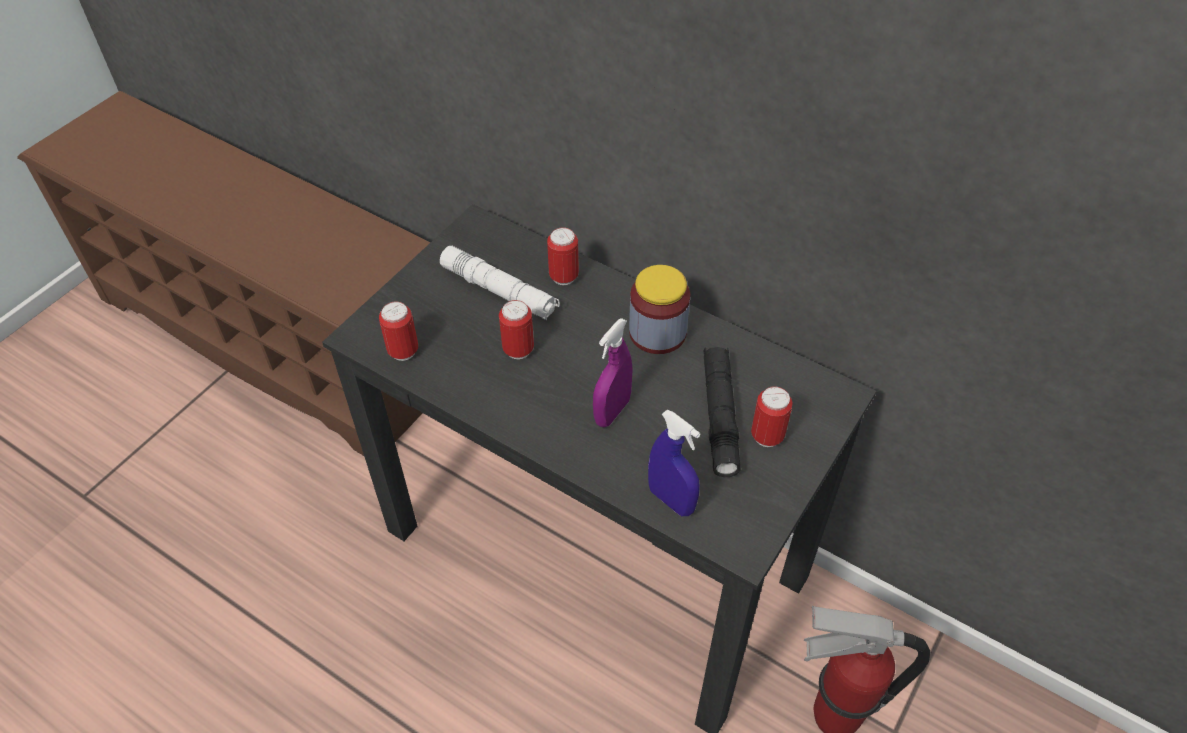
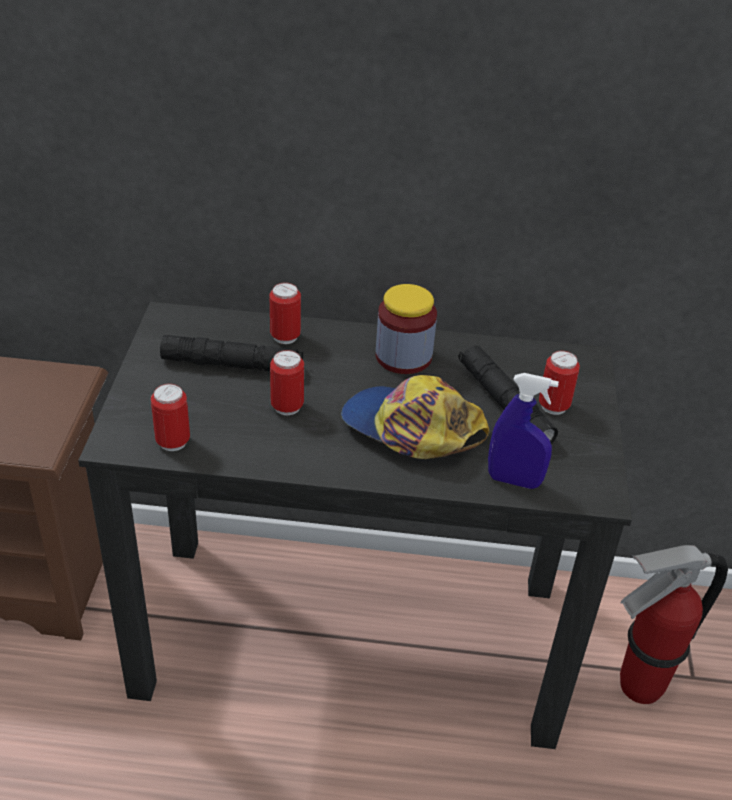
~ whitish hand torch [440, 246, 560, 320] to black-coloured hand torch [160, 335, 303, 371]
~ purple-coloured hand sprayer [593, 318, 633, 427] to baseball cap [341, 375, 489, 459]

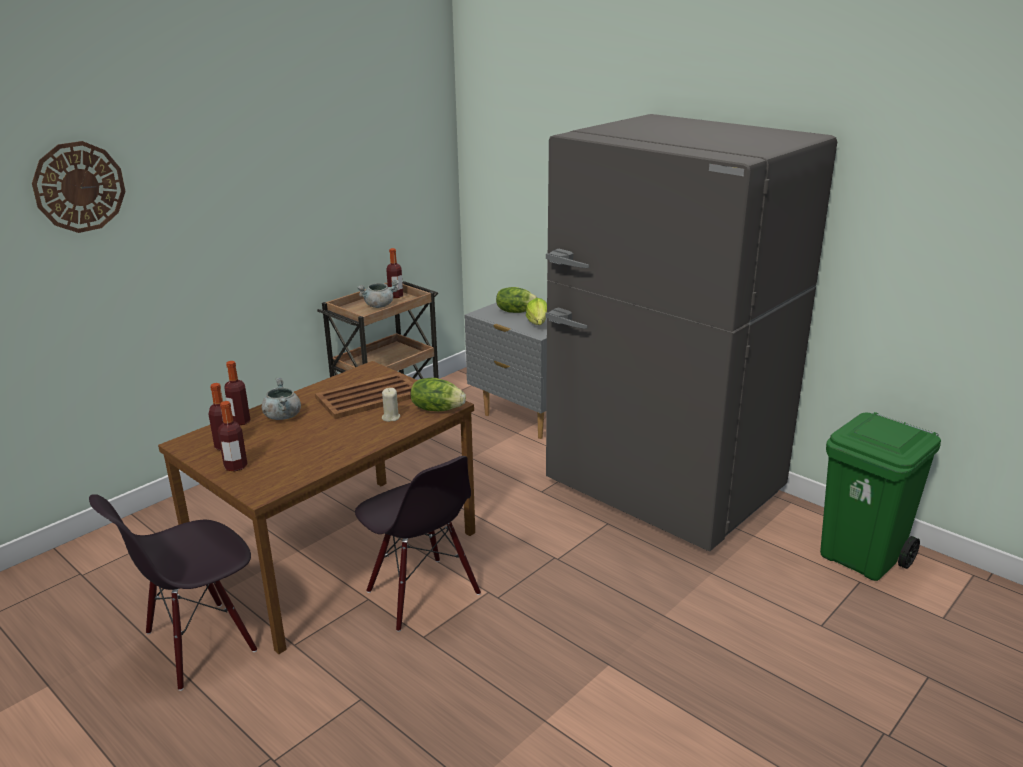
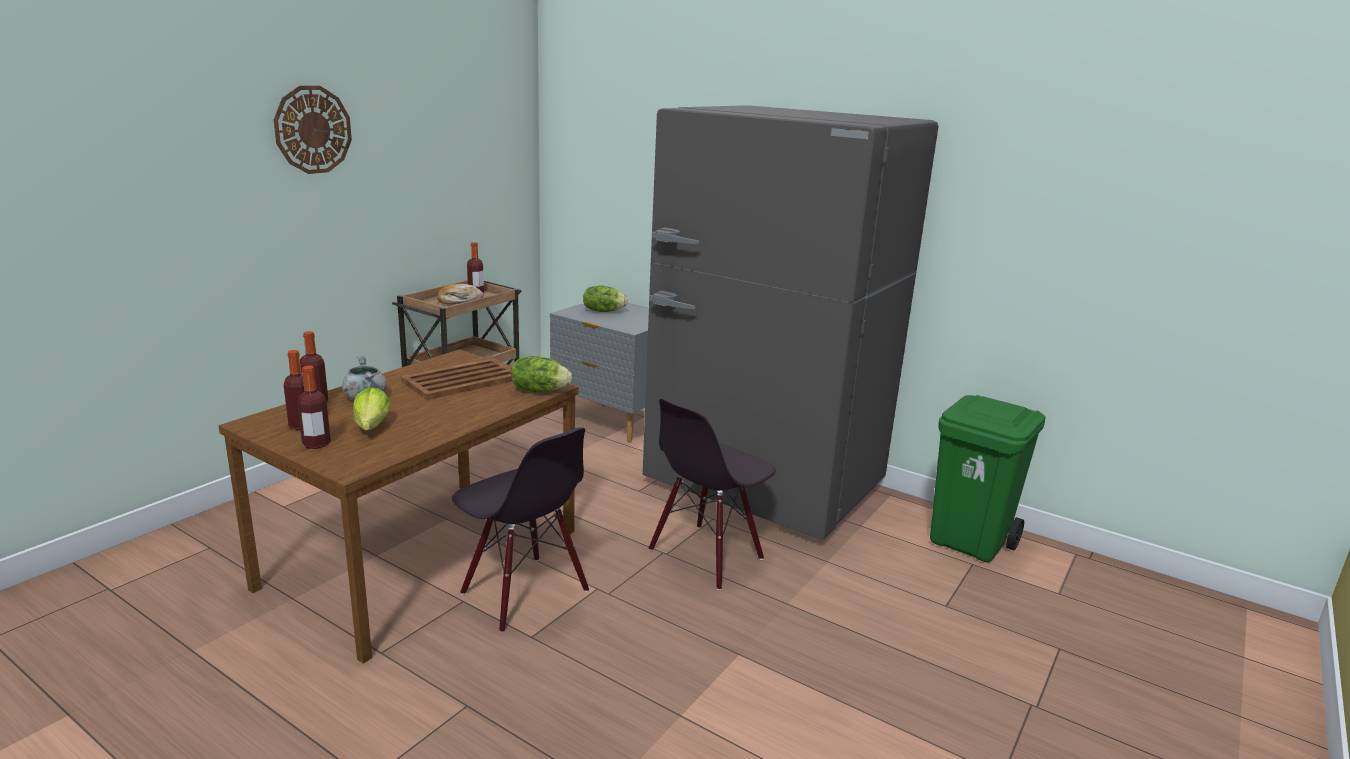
~ hanging clock [32, 141, 126, 233] to [273, 86, 352, 174]
~ black-coloured chair [89, 494, 257, 691] to [649, 398, 776, 590]
~ greyish saucepot [357, 280, 399, 308] to baked bread [437, 284, 484, 304]
- beige-coloured wax light [382, 388, 400, 422]
~ lettuce [526, 298, 547, 325] to [353, 387, 391, 431]

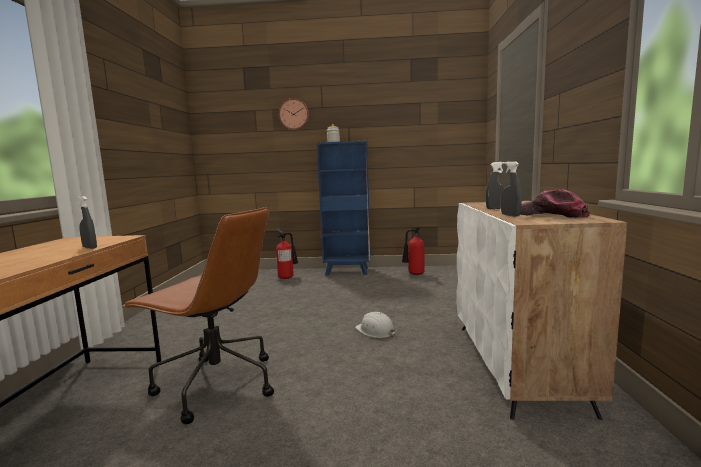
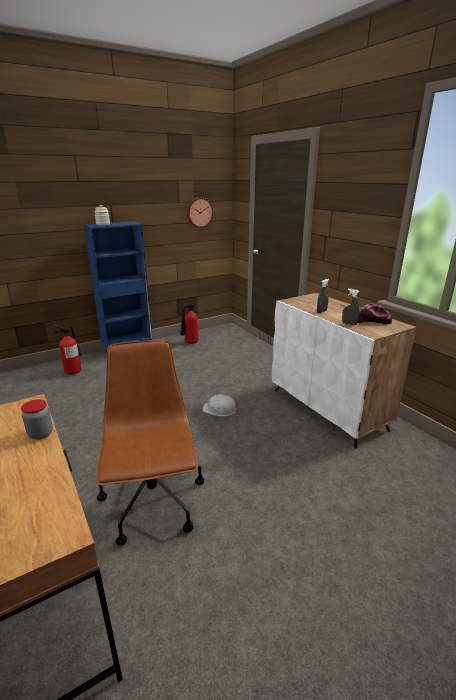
~ greyish hand sprayer [77, 196, 97, 249] to jar [21, 399, 53, 440]
~ brown-coloured office chair [122, 207, 274, 424] = [96, 340, 204, 546] 90 degrees counterclockwise
~ hanging clock [279, 98, 309, 130] to [187, 198, 213, 228]

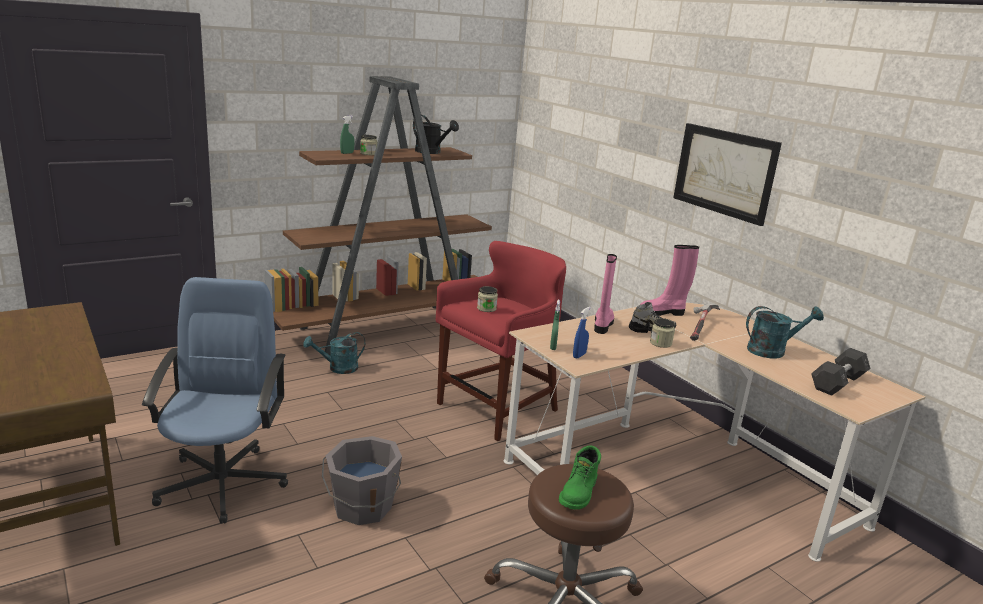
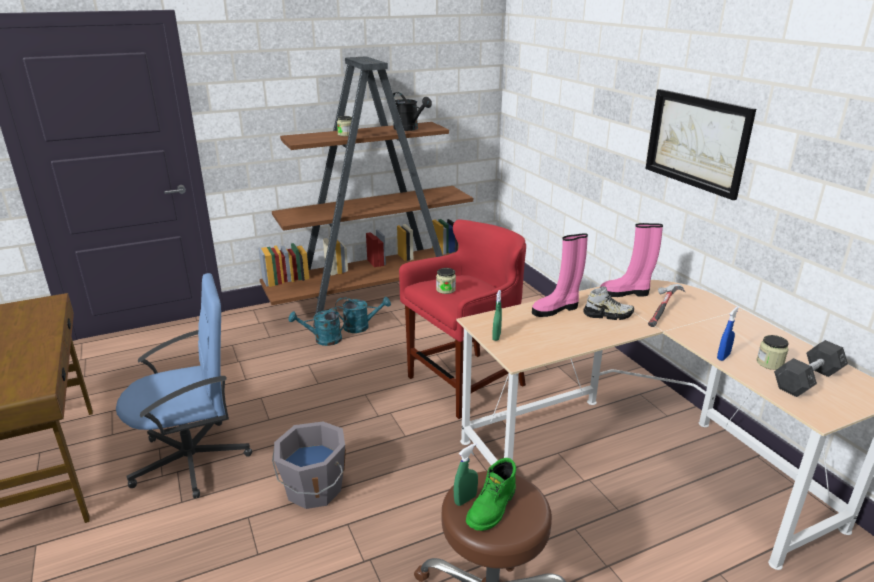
~ bluish office chair [142, 277, 288, 524] = [116, 273, 252, 498] 60 degrees clockwise
~ green hand sprayer [340, 116, 354, 154] to [454, 443, 478, 506]
~ bluish hand sprayer [573, 306, 591, 358] to [717, 307, 739, 361]
~ pink boot [594, 254, 617, 334] = [532, 233, 588, 317] 135 degrees counterclockwise
~ jar [650, 318, 675, 348] to [756, 335, 789, 370]
~ blue-green watering pot [746, 306, 824, 358] to [335, 297, 391, 333]

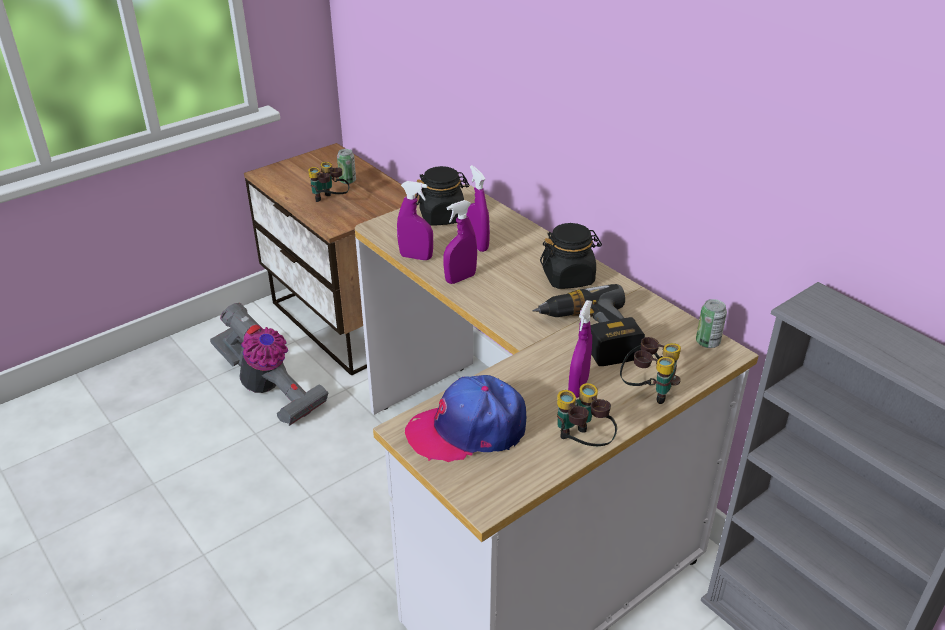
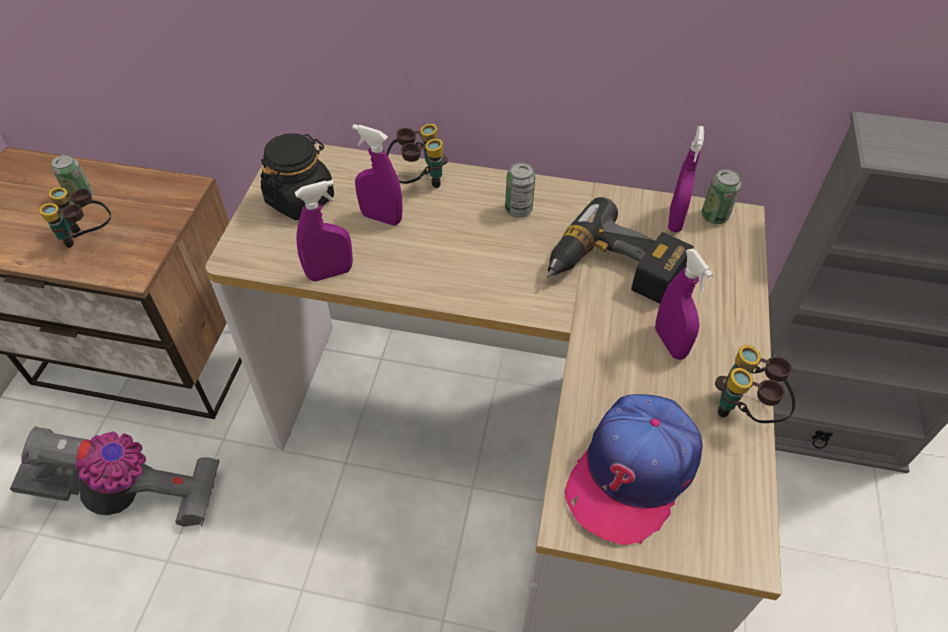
~ purple-coloured hand sprayer [443, 200, 477, 284] to [668, 126, 704, 232]
~ black-coloured jar [540, 223, 602, 289] to metal can [505, 162, 535, 218]
~ binoculars [620, 337, 681, 404] to [387, 124, 448, 188]

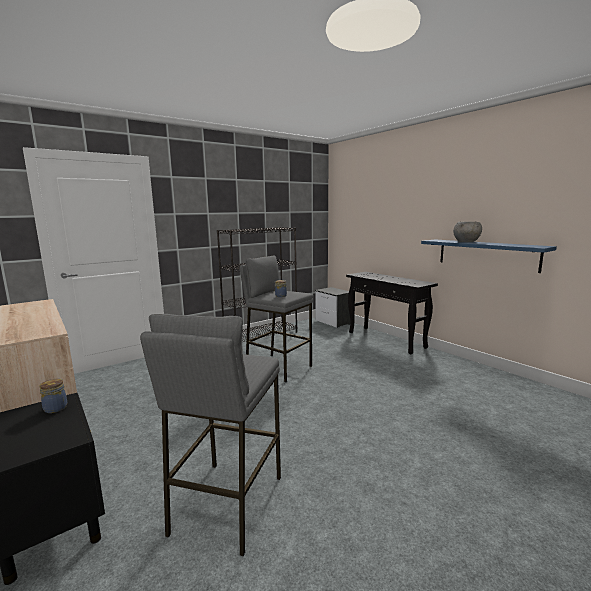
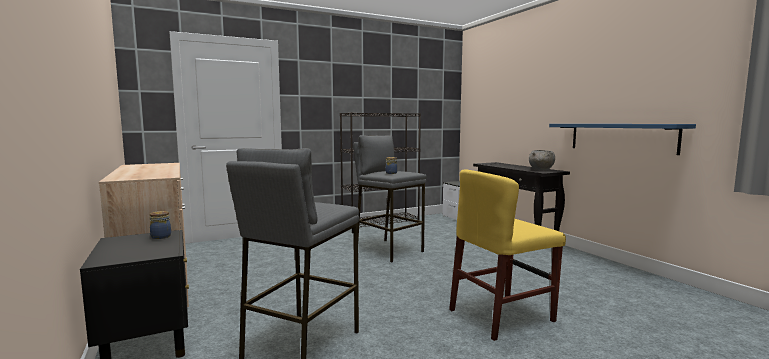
~ greyish serving bowl [453, 222, 482, 242] to [529, 150, 555, 170]
+ yellowish chair [449, 169, 566, 341]

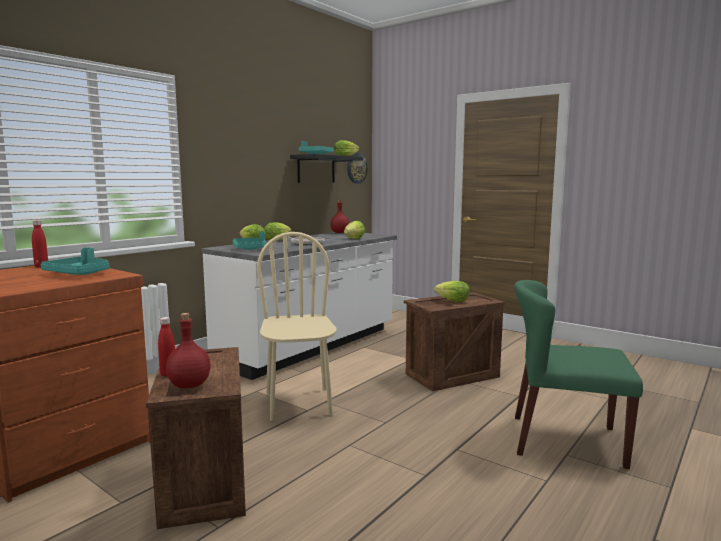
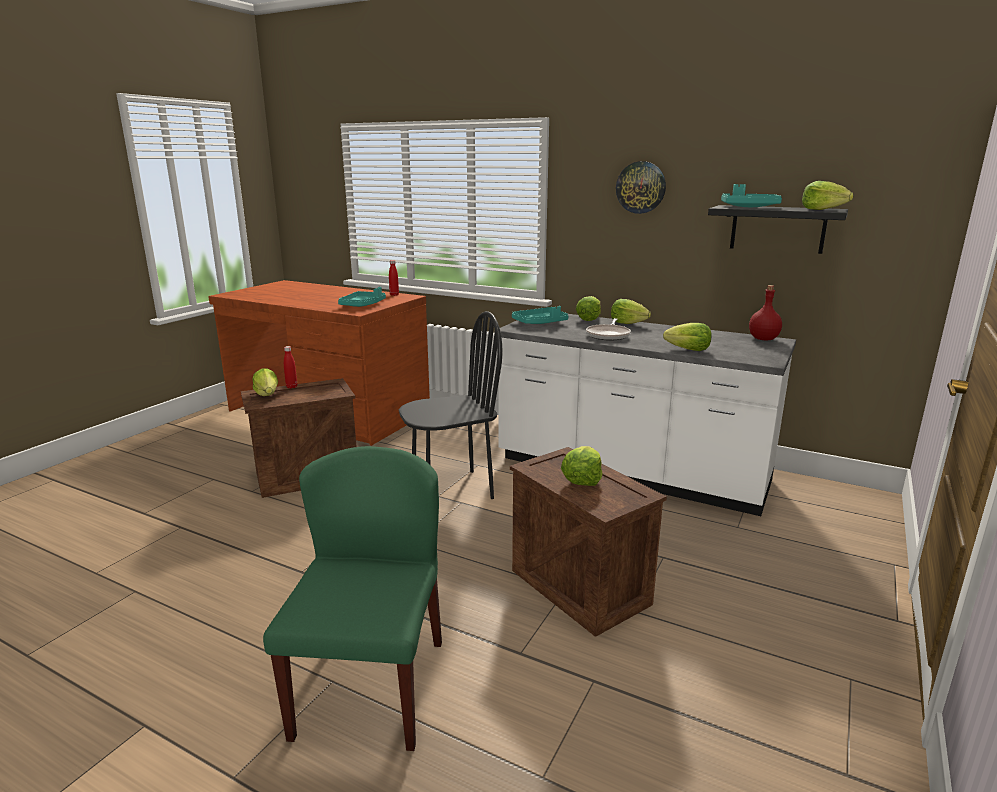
~ red beverage bottle [166, 313, 211, 388] to lettuce [252, 368, 278, 396]
~ beige-coloured chair [257, 232, 336, 421] to black-coloured chair [399, 311, 502, 499]
~ hanging clock [347, 153, 368, 184] to [616, 161, 666, 214]

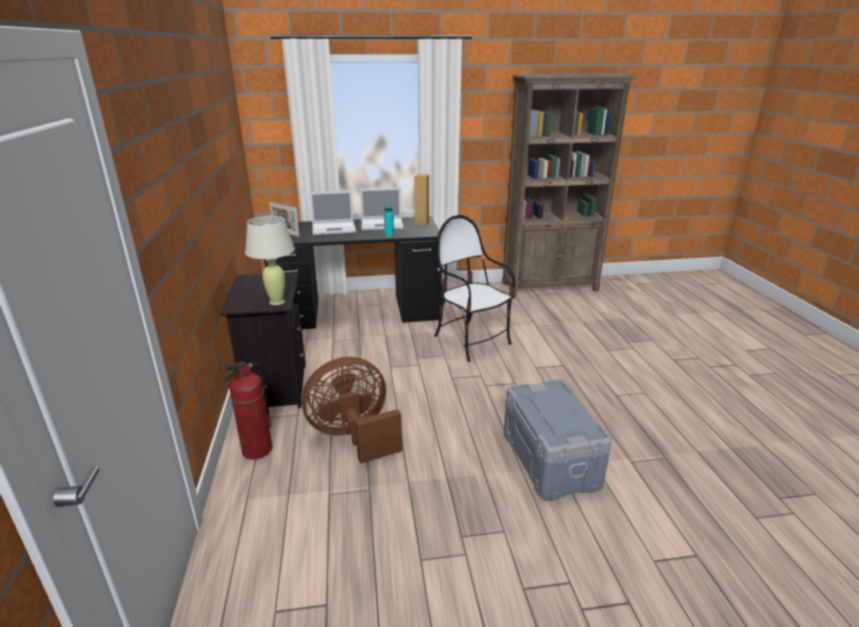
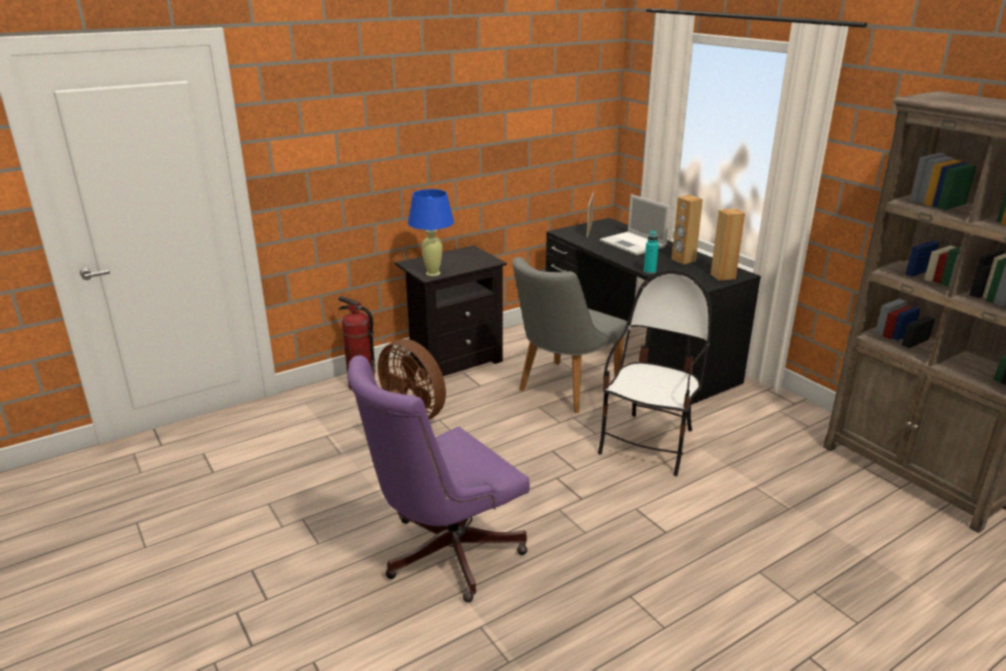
~ beige-coloured tabletop lamp [245, 216, 295, 305] to bluish tabletop lamp [408, 189, 454, 276]
~ notebook computer [360, 188, 404, 230] to brown-coloured speaker [672, 195, 703, 264]
~ greyish storage box [504, 379, 612, 500] to purple-coloured office chair [347, 355, 530, 602]
+ greyish chair [512, 257, 628, 413]

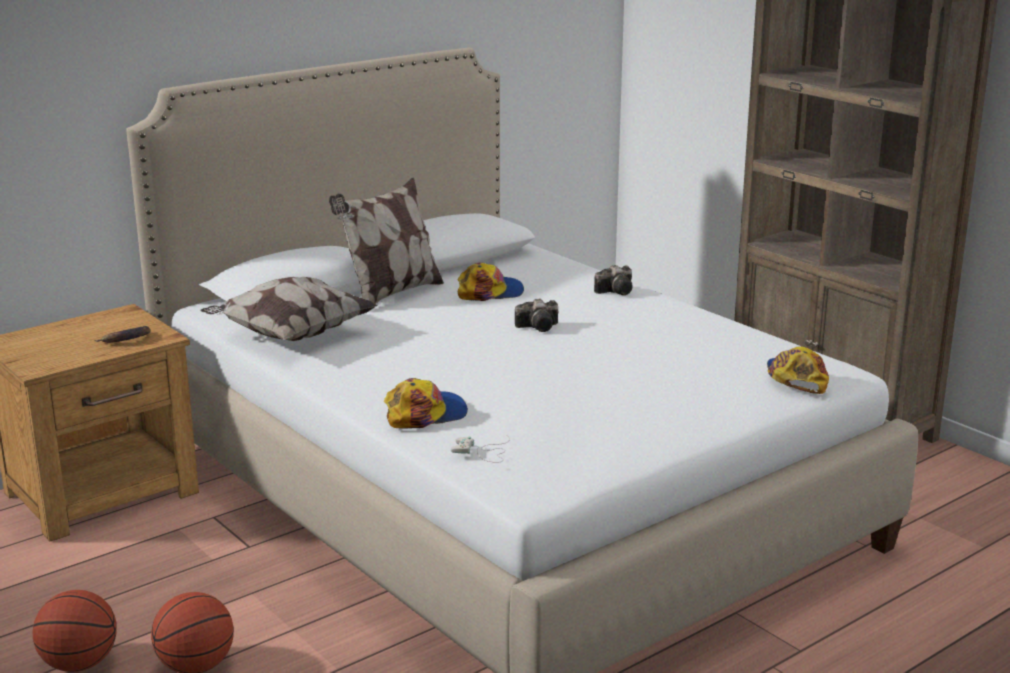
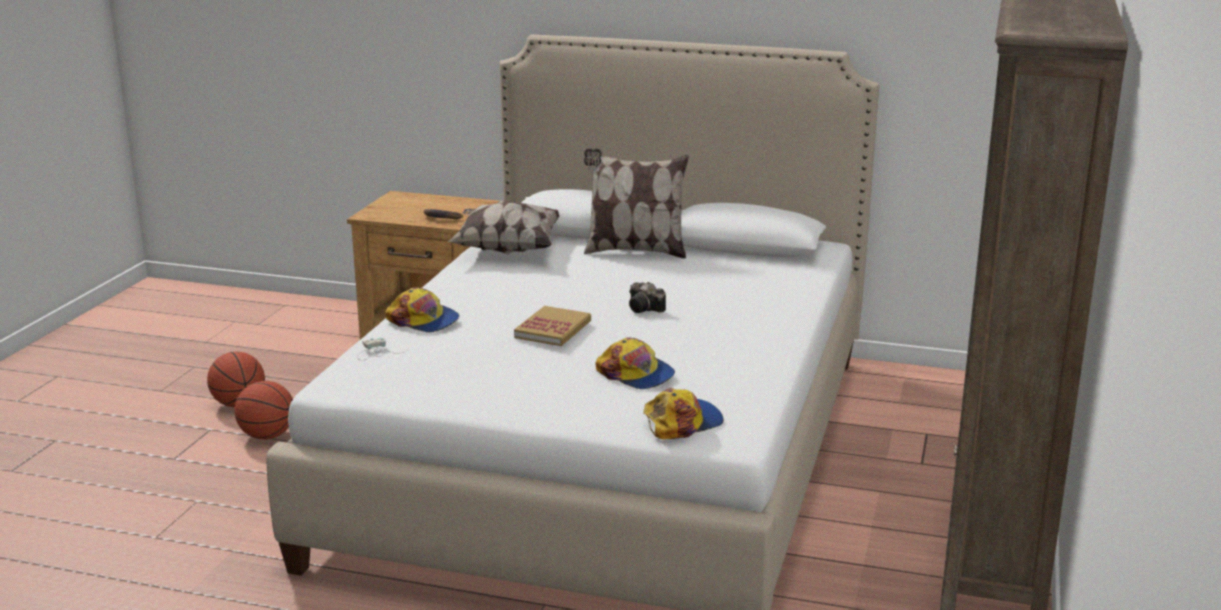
~ baseball cap [457, 262, 524, 301] to [596, 338, 675, 389]
- still camera [594, 265, 632, 295]
+ volume [514, 306, 591, 346]

